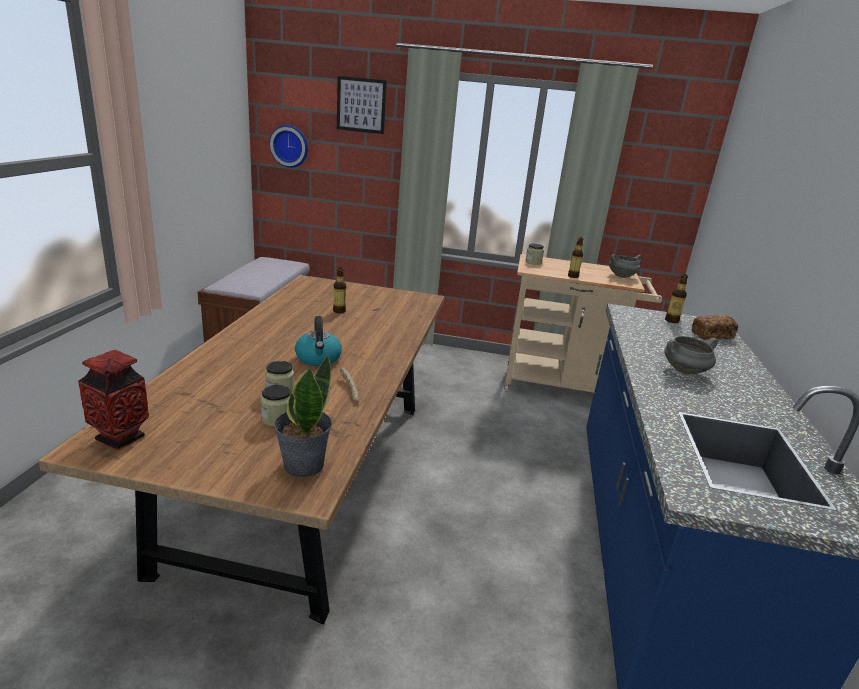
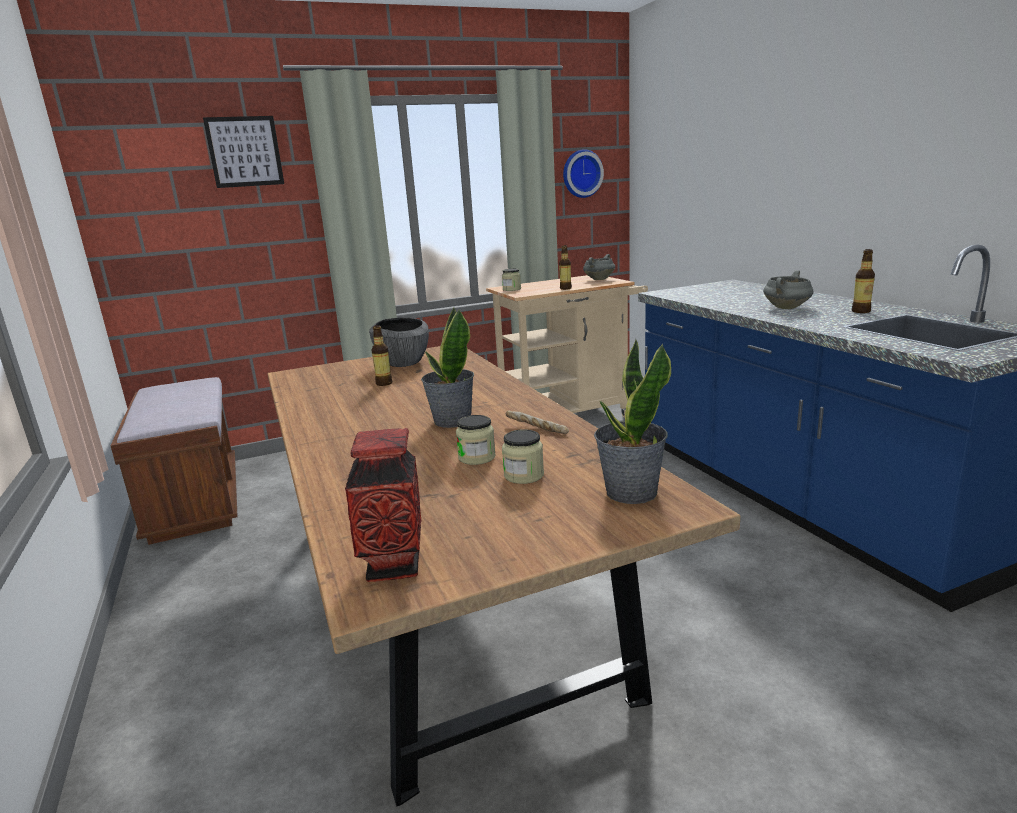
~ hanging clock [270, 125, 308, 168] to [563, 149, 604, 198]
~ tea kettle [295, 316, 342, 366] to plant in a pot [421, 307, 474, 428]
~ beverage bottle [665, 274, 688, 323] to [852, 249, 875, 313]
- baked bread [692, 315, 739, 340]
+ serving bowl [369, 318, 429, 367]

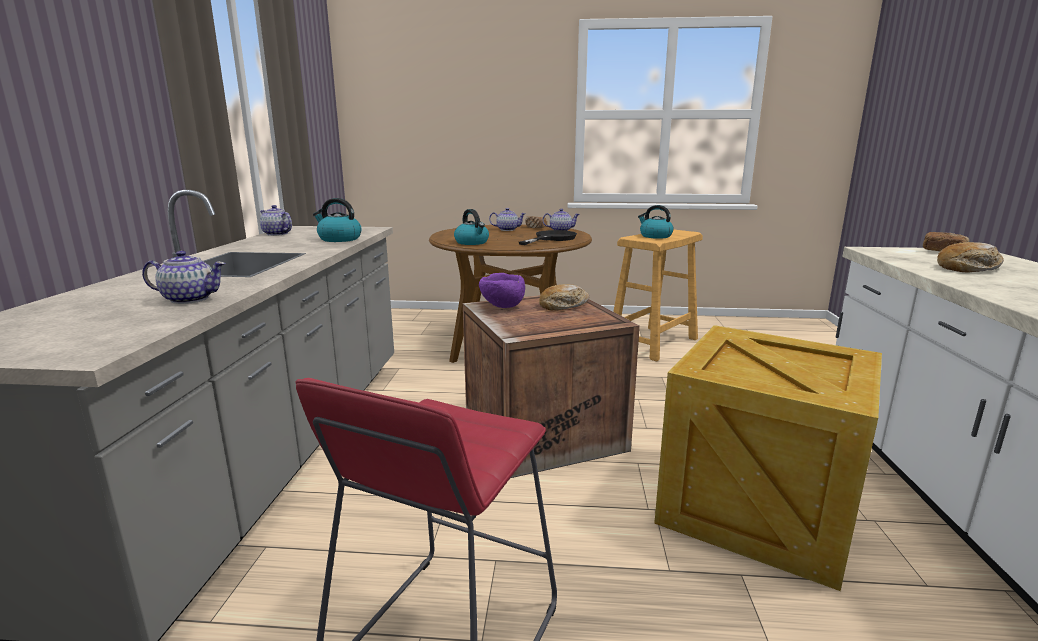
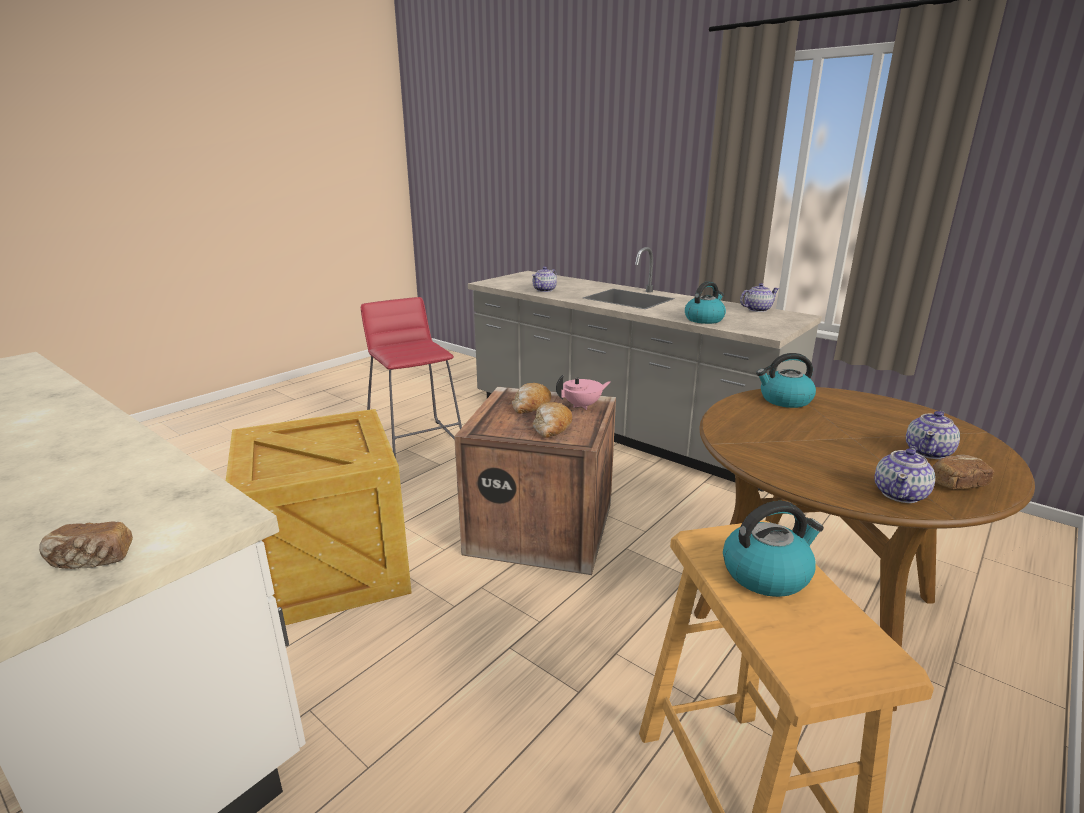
~ purple-coloured serving bowl [479, 273, 525, 308] to pink pot for tea [556, 375, 610, 410]
- black-coloured pan [519, 230, 577, 245]
~ baked bread [937, 242, 1004, 273] to [512, 383, 551, 414]

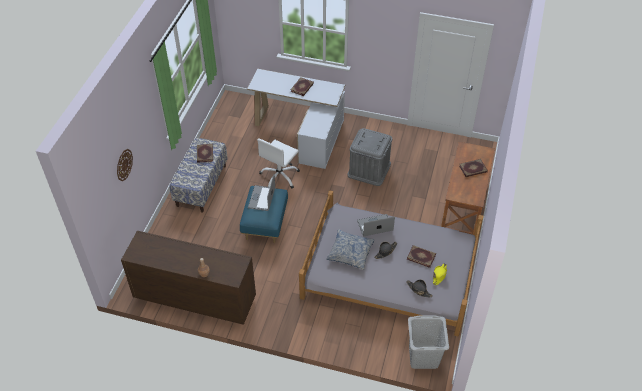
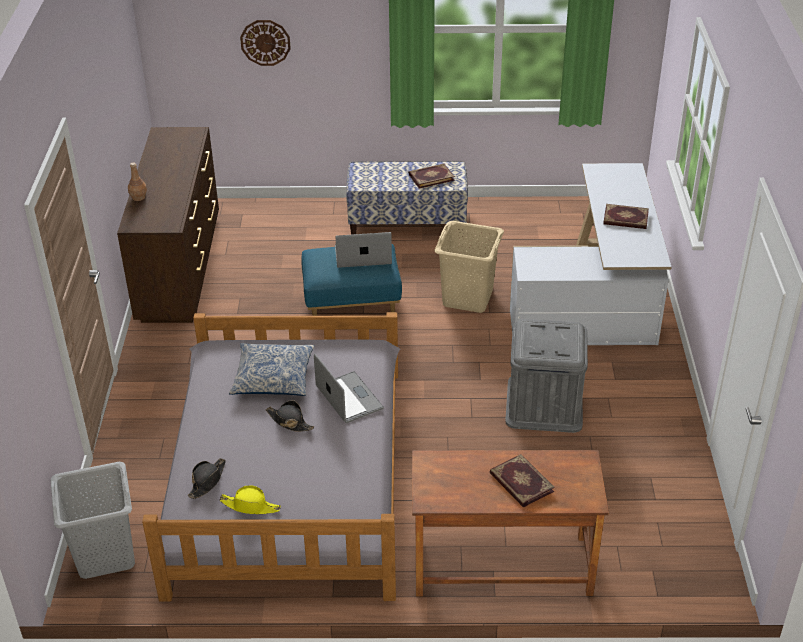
~ whitish office chair [257, 138, 300, 189] to beige-coloured hamper [434, 221, 504, 313]
- volume [407, 245, 436, 268]

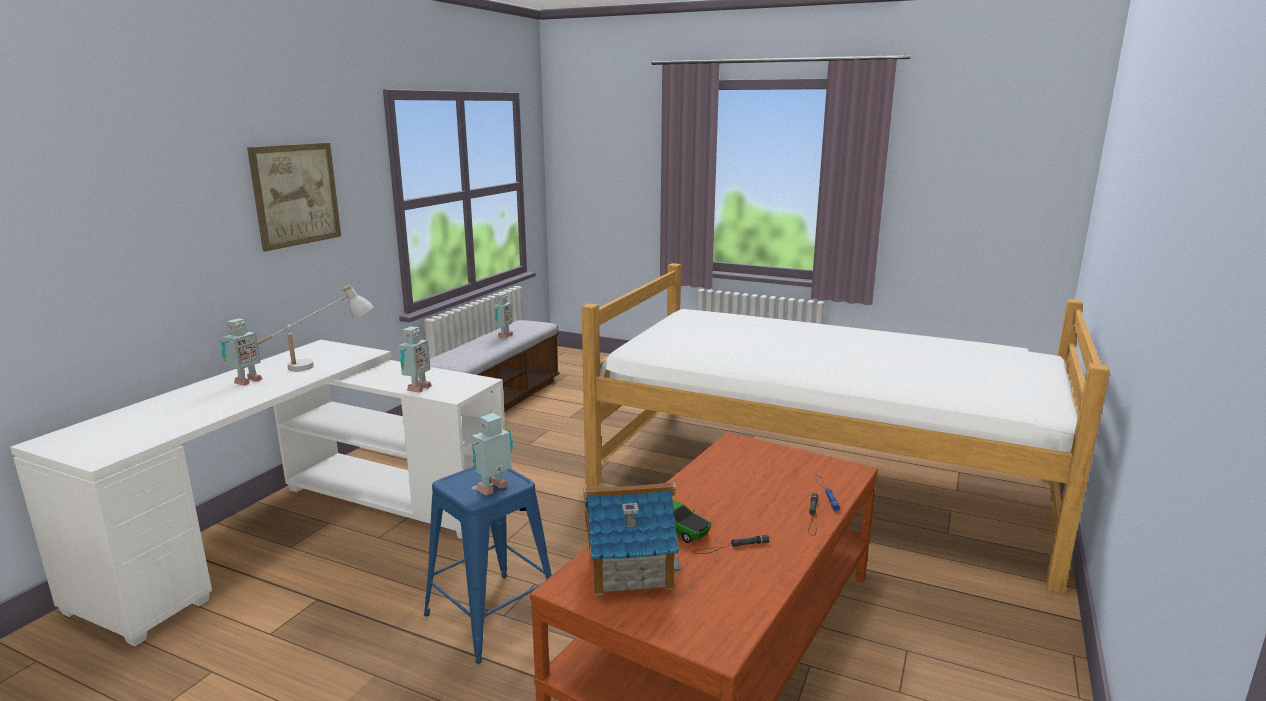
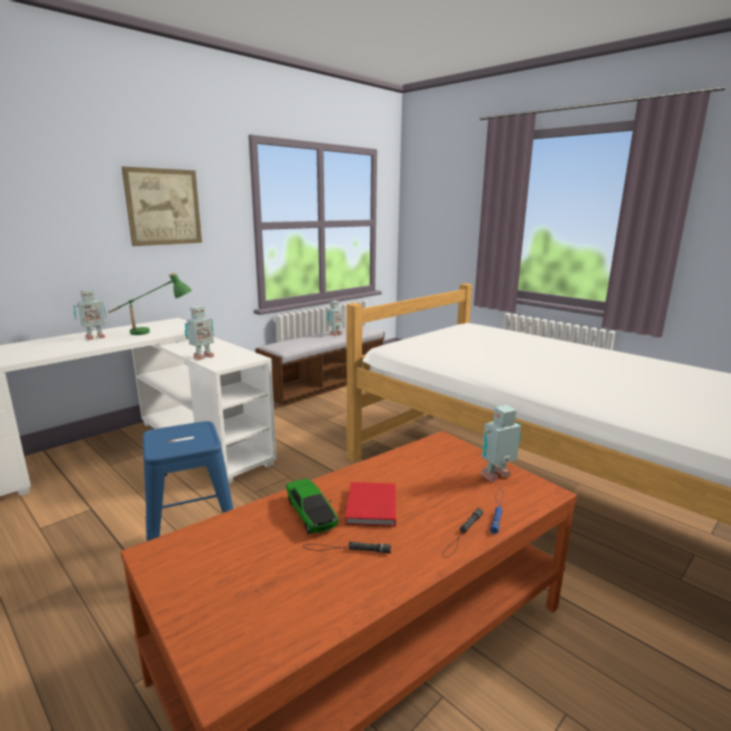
~ whitish tabletop lamp [257, 284, 373, 371] to green tabletop lamp [108, 272, 192, 335]
~ model robot [472, 413, 513, 495] to [481, 405, 521, 482]
- miniature house [584, 482, 681, 595]
+ red volume [345, 482, 396, 527]

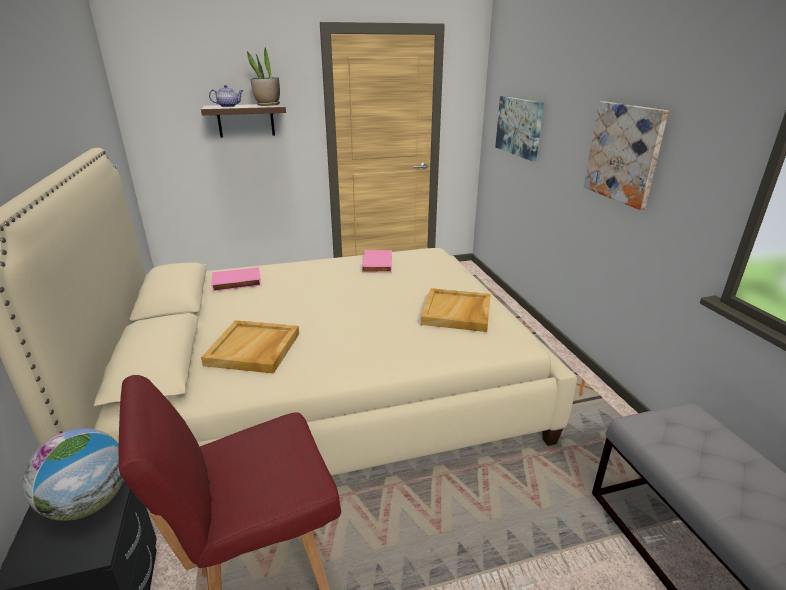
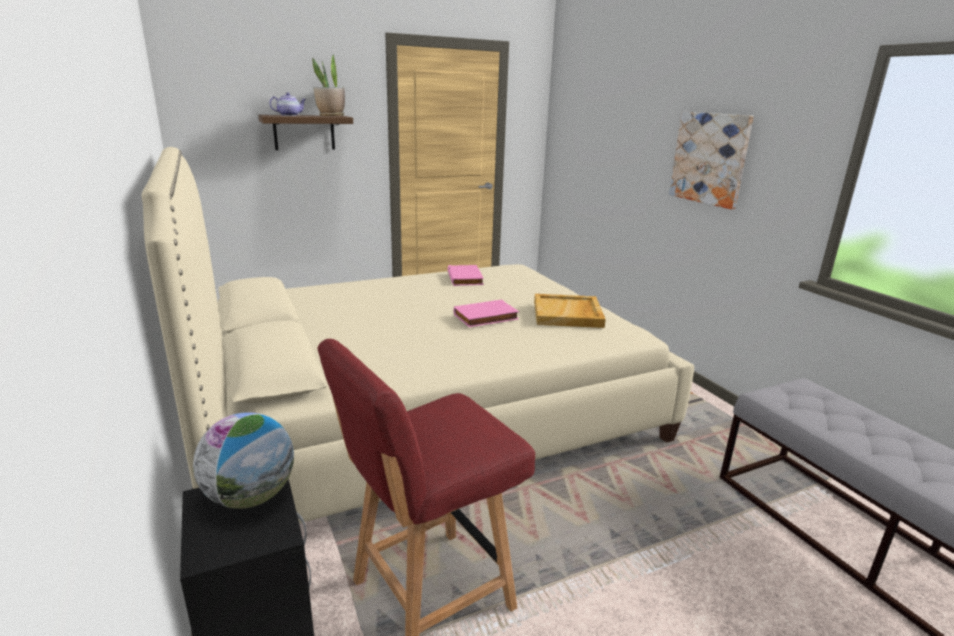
- beige-coloured tray [201, 320, 299, 374]
~ pink volume [211, 267, 261, 292] to [454, 300, 519, 327]
- wall picture [495, 96, 544, 161]

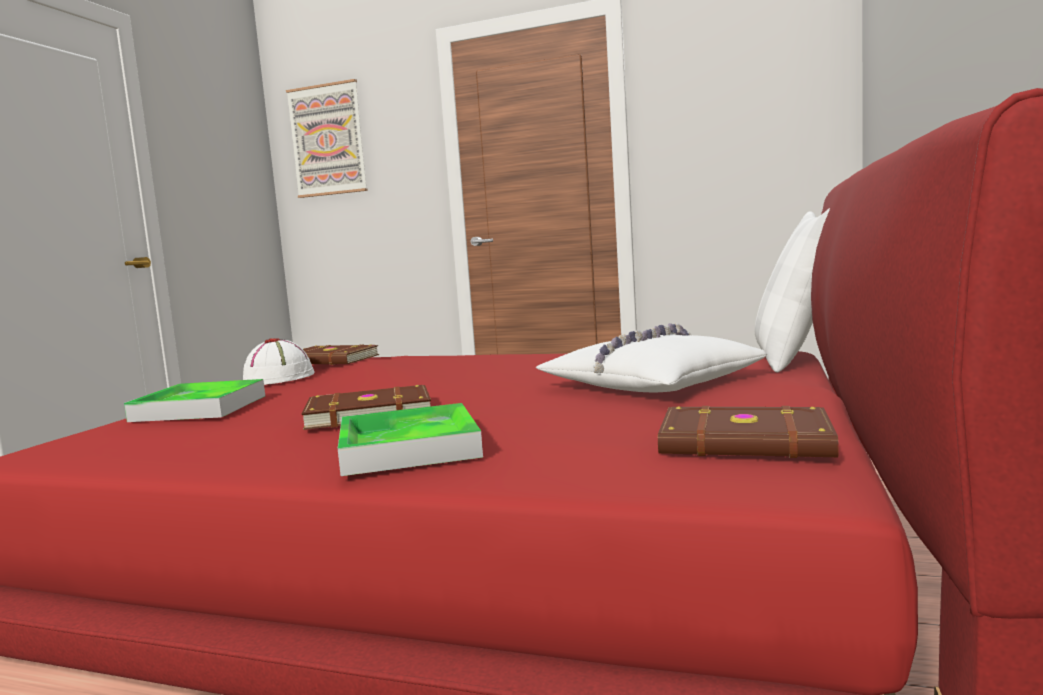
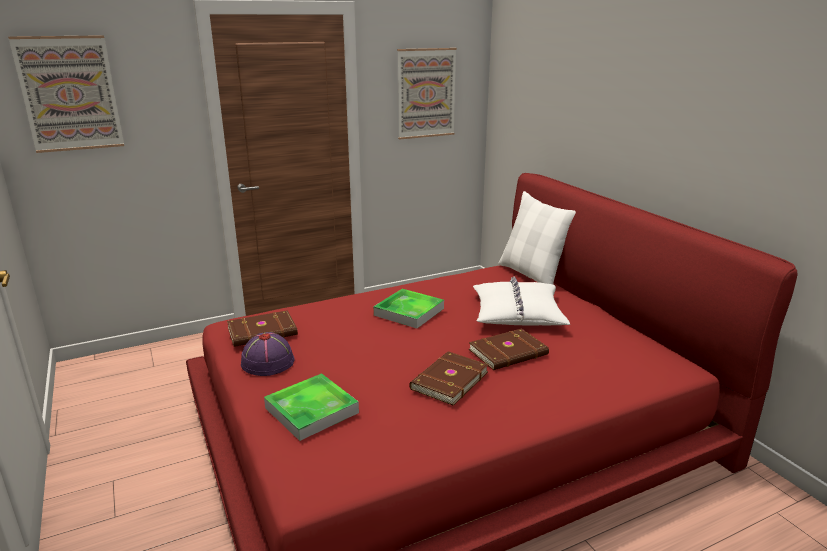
~ whitish hat [243, 338, 315, 385] to purple-coloured hat [241, 332, 295, 376]
~ tray [338, 403, 483, 476] to [374, 289, 444, 328]
~ brown-coloured volume [658, 406, 839, 458] to [469, 328, 549, 370]
+ wall picture [397, 48, 457, 139]

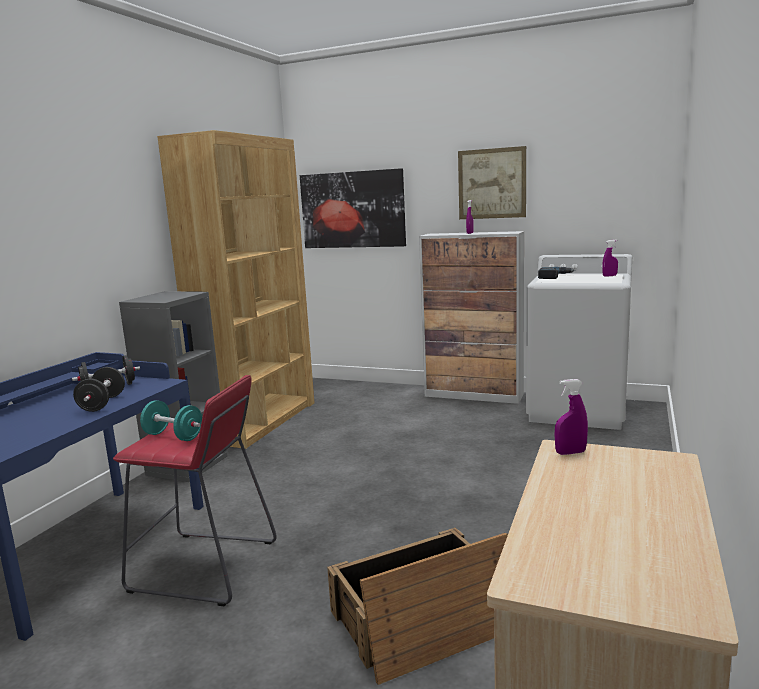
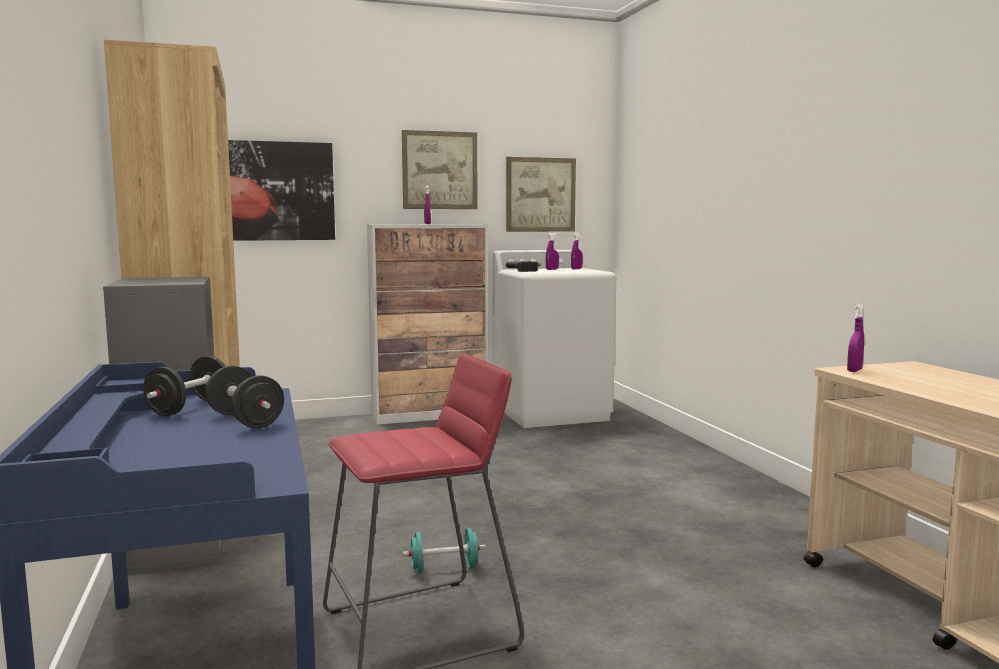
~ blue-green free weight [140, 400, 202, 441] to [402, 528, 486, 574]
- crate [327, 527, 508, 685]
+ wall picture [506, 157, 576, 232]
+ purple-coloured hand sprayer [546, 233, 559, 270]

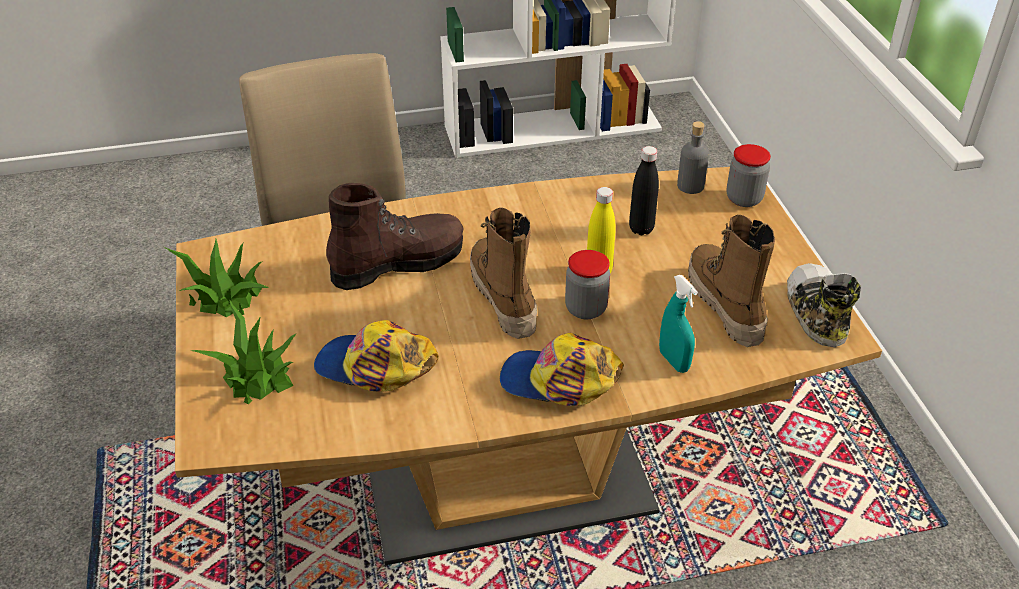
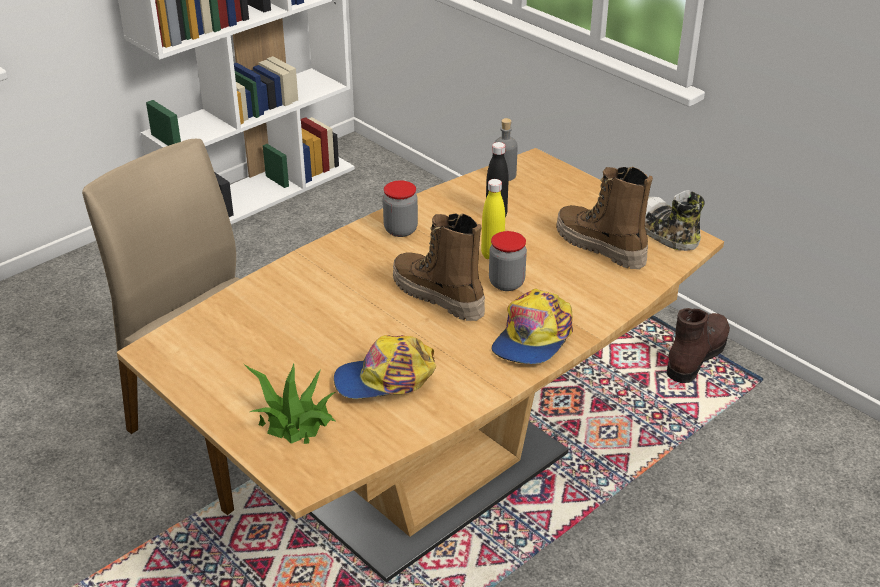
- plant in a pot [164, 239, 269, 318]
~ brown-coloured boot [326, 183, 464, 290] to [667, 308, 730, 383]
~ baseball cap [500, 333, 624, 406] = [491, 289, 573, 364] 45 degrees counterclockwise
- blue-green hand sprayer [659, 275, 698, 373]
~ jar [727, 144, 771, 207] to [383, 180, 418, 237]

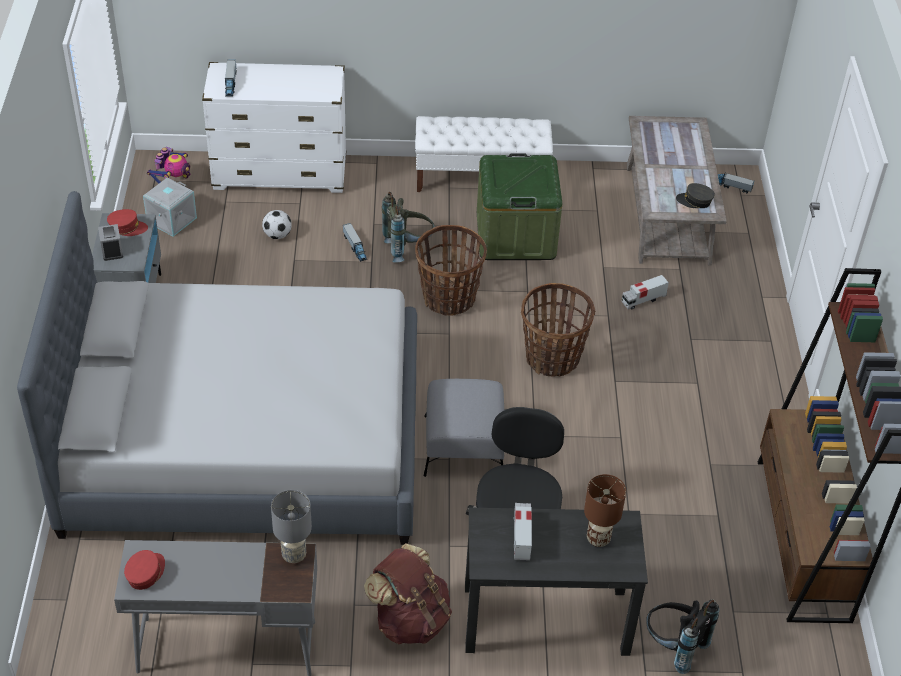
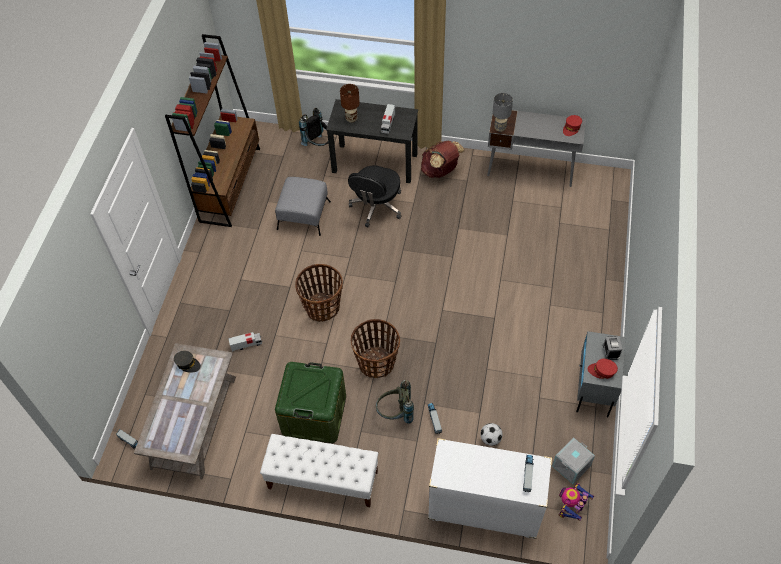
- greyish bedroom bed [17, 191, 417, 545]
~ greyish footrest [424, 379, 504, 477] to [275, 177, 331, 236]

